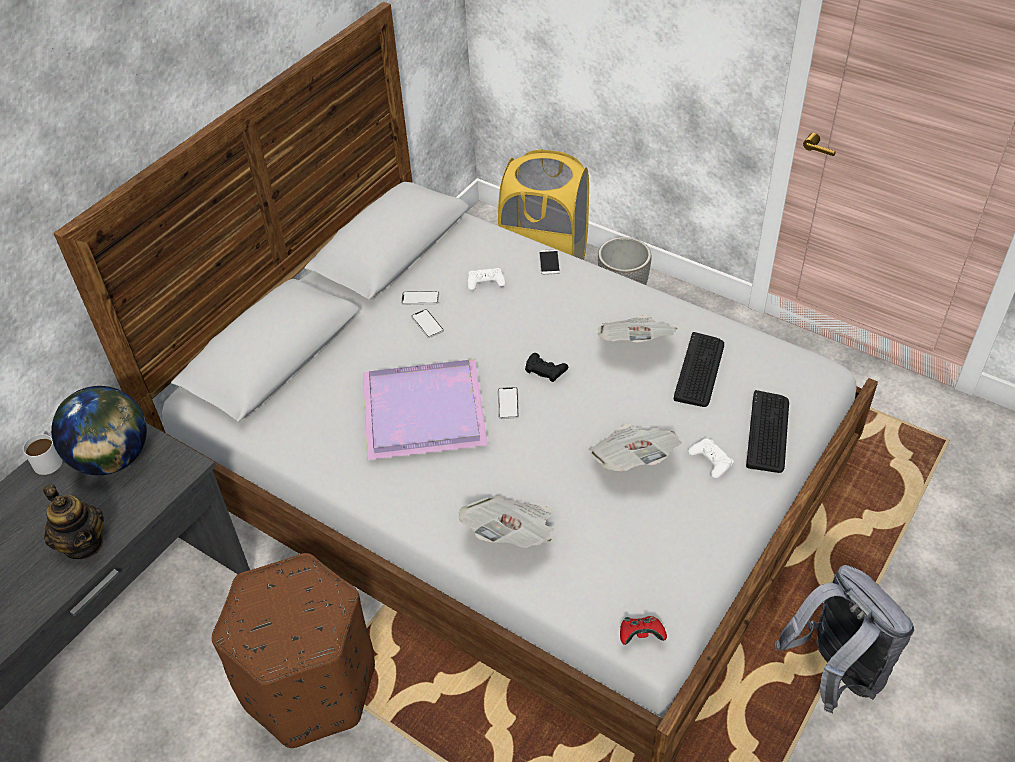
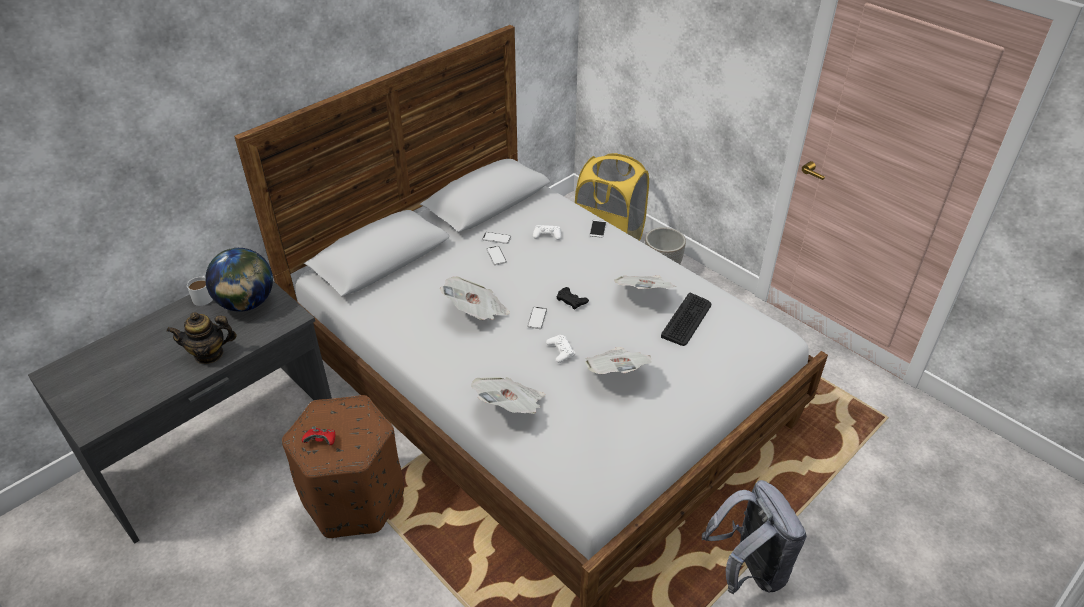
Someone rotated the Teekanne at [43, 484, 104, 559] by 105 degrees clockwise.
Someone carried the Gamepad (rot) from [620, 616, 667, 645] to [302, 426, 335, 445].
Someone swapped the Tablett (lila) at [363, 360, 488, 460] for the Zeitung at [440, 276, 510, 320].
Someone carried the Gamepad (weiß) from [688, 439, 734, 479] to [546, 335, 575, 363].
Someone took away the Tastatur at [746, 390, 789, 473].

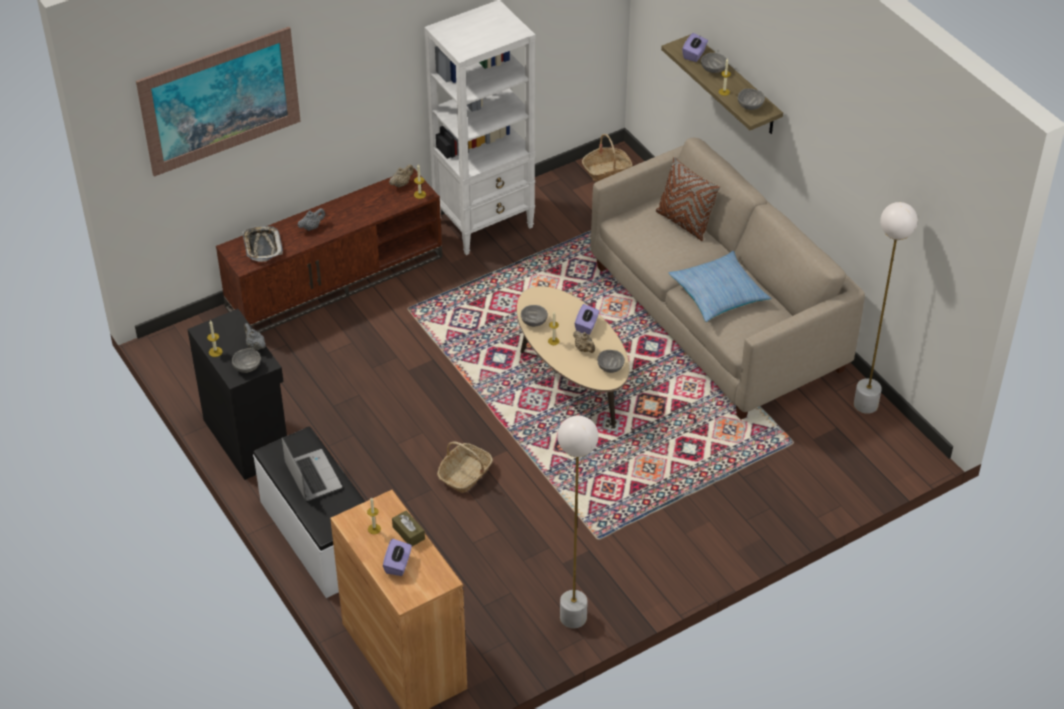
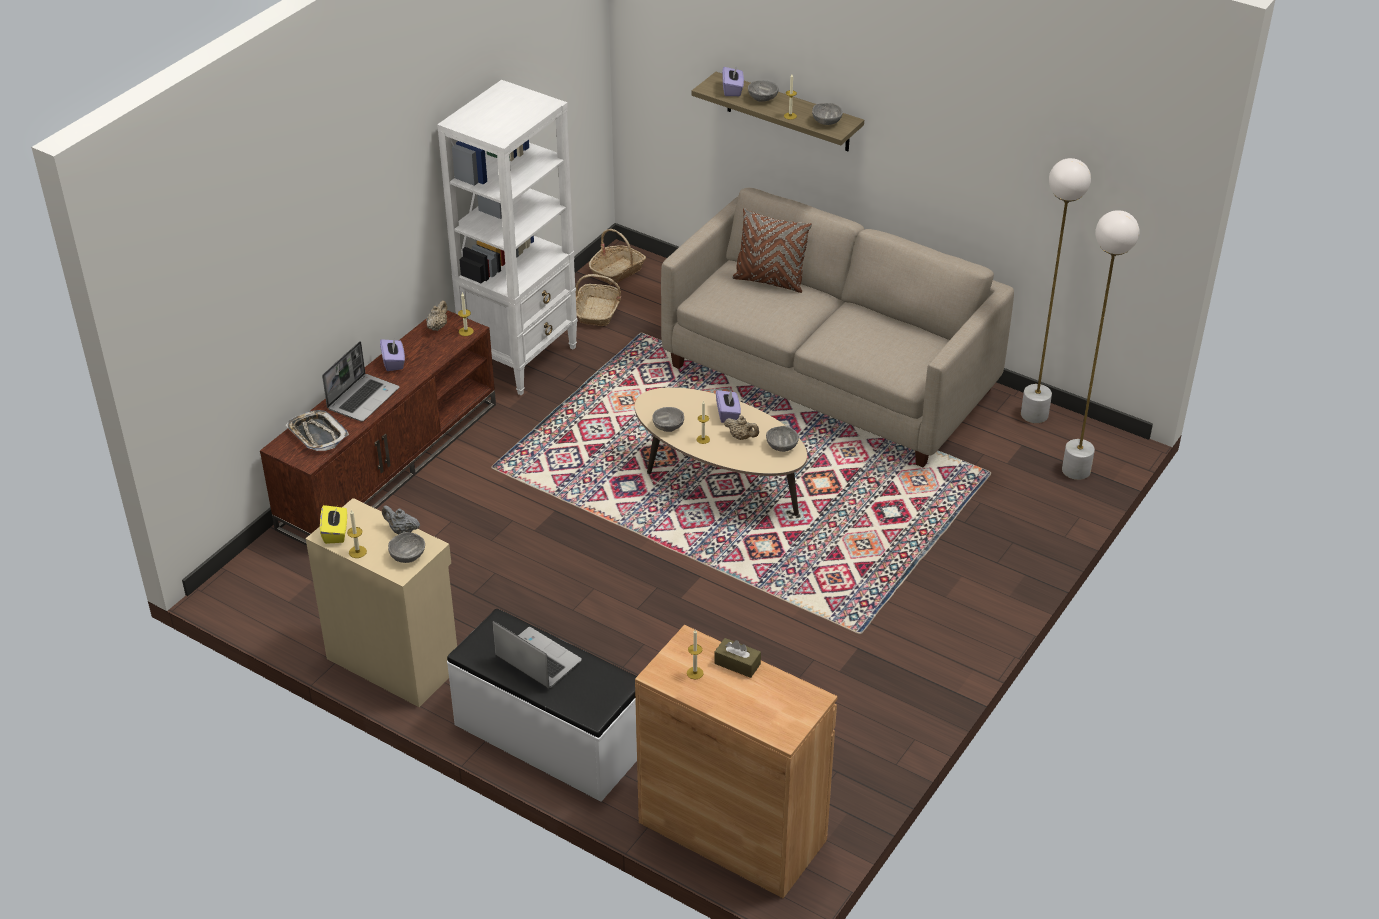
Someone repainted the Schrank (schwarz) at [187, 309, 287, 480], which became the Schrank (beige) at [306, 498, 457, 707].
Someone put down the Taschentuchbox (gelb) at [320, 505, 347, 544].
Someone swapped the Teekanne (grau) at [298, 208, 325, 231] for the Laptop at [322, 341, 400, 422].
Someone carried the Taschentuchbox (lila) from [383, 539, 412, 576] to [380, 337, 405, 371].
Someone carried the Korb from [437, 441, 493, 493] to [576, 274, 621, 326].
Someone carried the Stehlampe (weiß) from [557, 415, 599, 629] to [1062, 210, 1140, 480].
Someone took away the Bild at [136, 27, 301, 177].
Someone took away the Kissen at [669, 251, 771, 322].

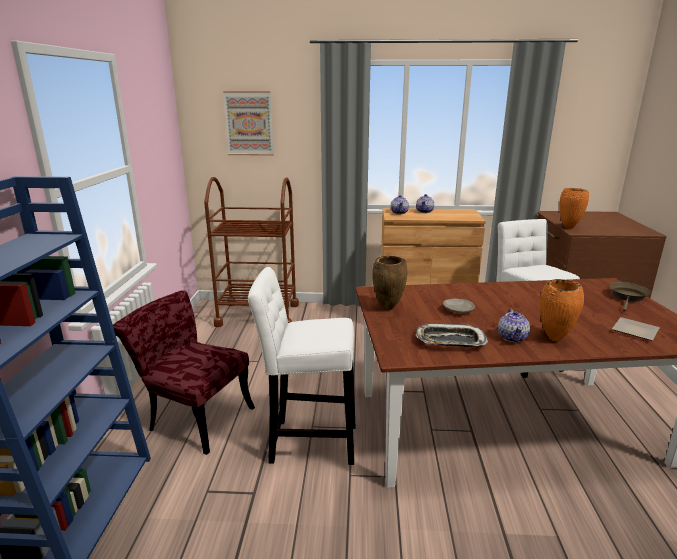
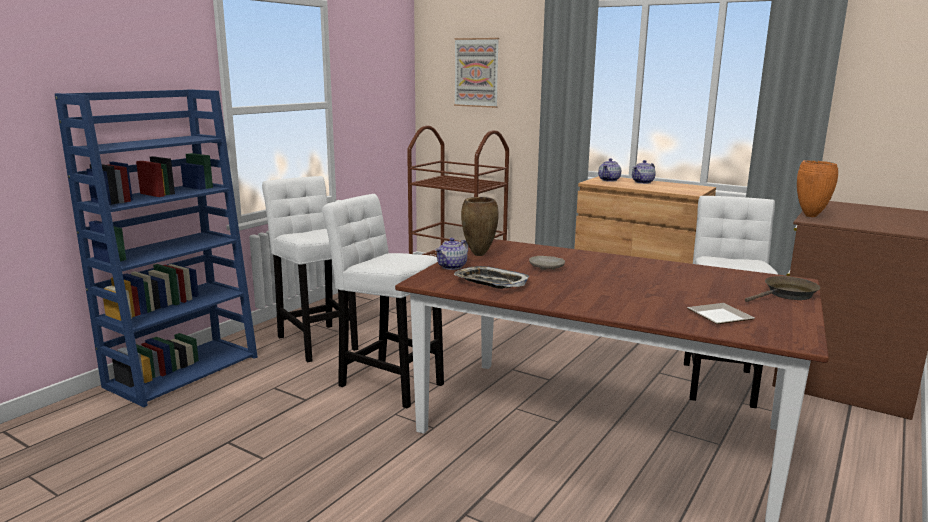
Someone swapped the Stuhl (rot) at [113, 290, 255, 455] for the Hocker (weiß) at [262, 176, 358, 362].
Someone carried the Teekanne from [498, 309, 530, 343] to [435, 238, 468, 270].
Someone took away the Vase (orange) at [540, 279, 584, 341].

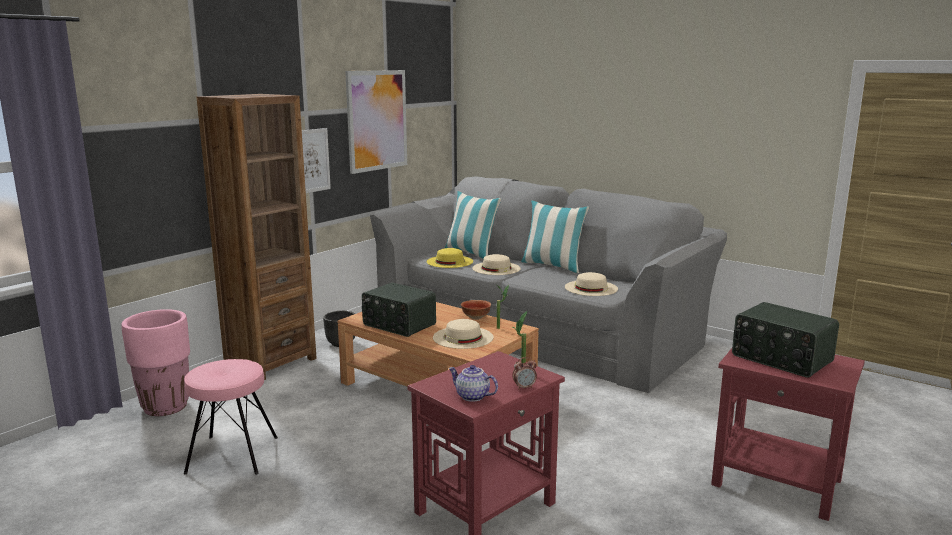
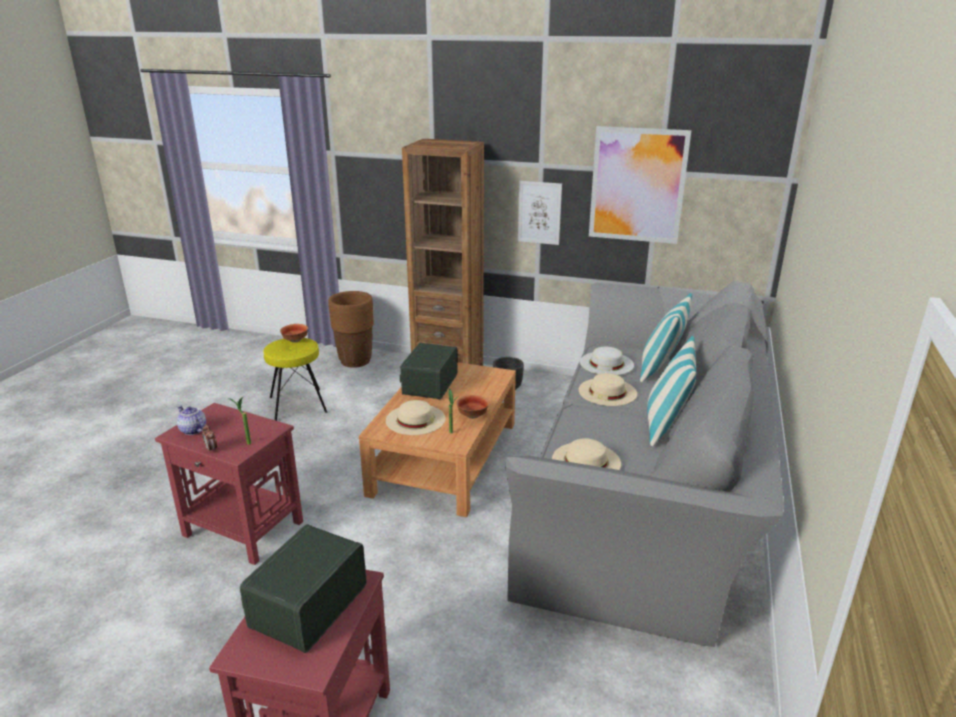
Someone rotated the Teekanne at [448, 365, 498, 402] by 60 degrees counterclockwise.
Someone repainted the Hocker (rosa) at [184, 359, 278, 475], which became the Hocker (gelb) at [263, 338, 327, 421].
Someone put down the Schüssel at [280, 324, 308, 343].
Someone repainted the Pflanzkübel (rosa) at [121, 309, 190, 416], which became the Pflanzkübel (braun) at [328, 291, 374, 368].
Someone repainted the Hut (gelb) at [427, 248, 473, 268], which became the Hut (weiß) at [580, 347, 634, 375].

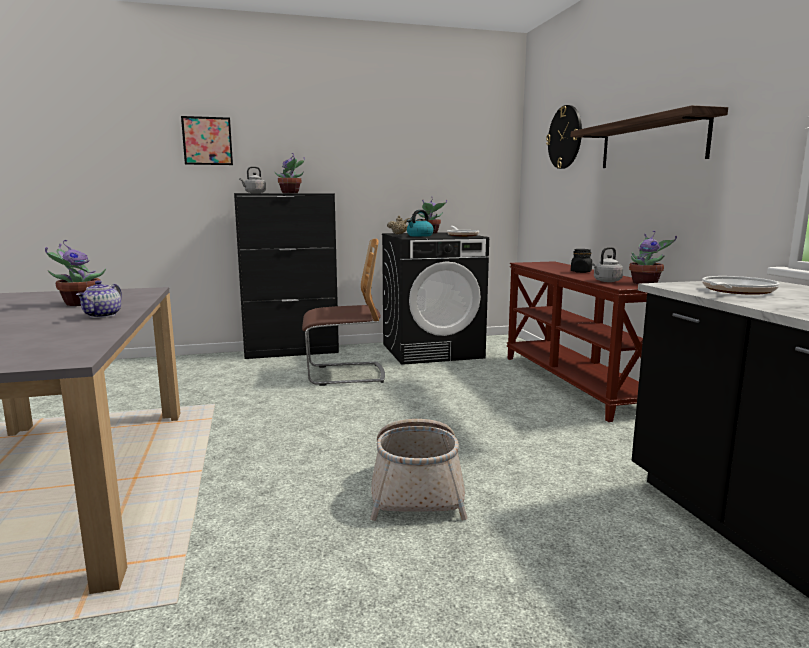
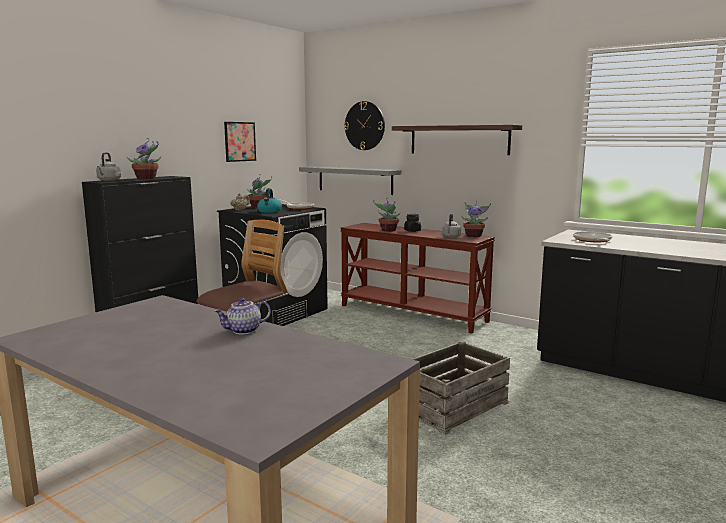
Someone rotated the Teekanne at [76, 280, 122, 318] by 90 degrees clockwise.
Someone carried the Bild from [181, 116, 233, 165] to [224, 122, 256, 162].
Someone put up the Wandregal (grau) at [299, 166, 401, 195].
Someone carried the Topfpflanze from [45, 240, 106, 306] to [373, 198, 400, 232].
Someone swapped the Korb at [370, 419, 468, 521] for the Kiste at [412, 341, 510, 434].

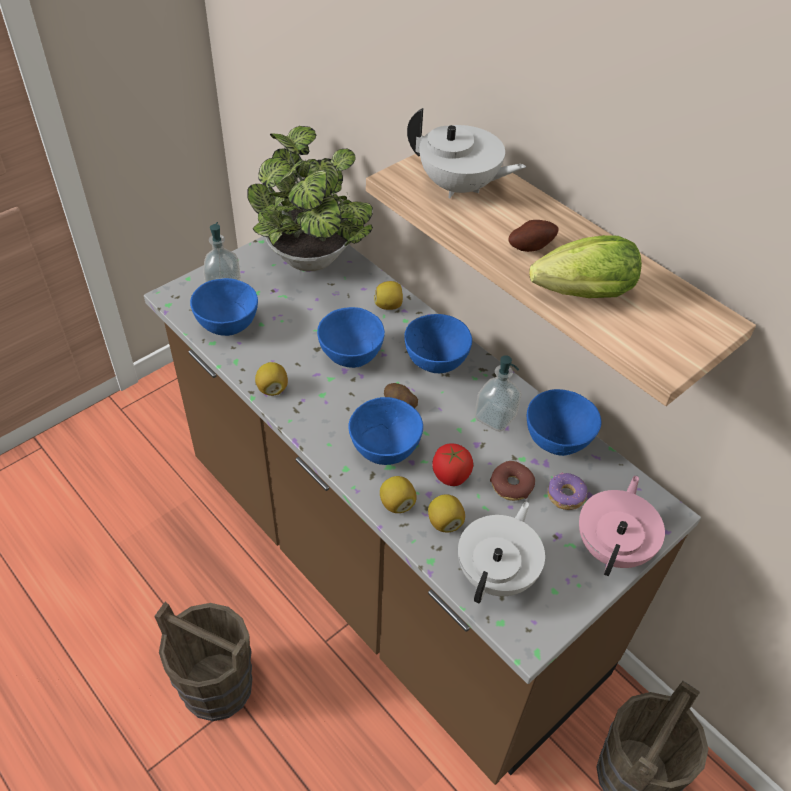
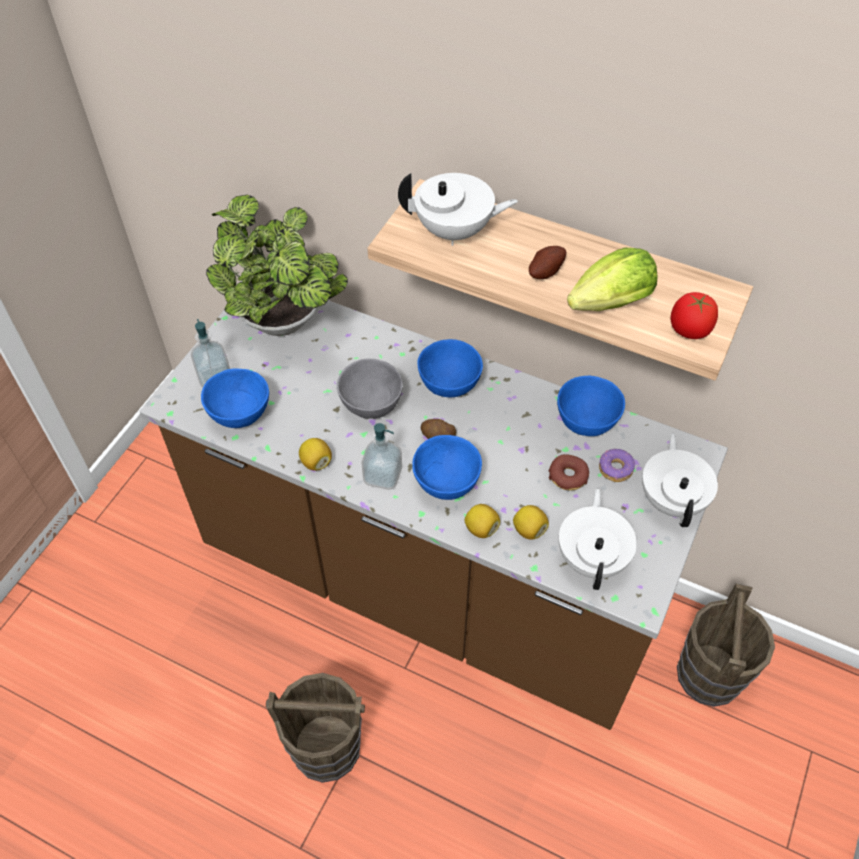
Someone repainted the Schüssel (blau) at [317, 307, 385, 368], which became the Schüssel (grau) at [337, 359, 403, 419].
Someone carried the Seifenspender from [475, 355, 522, 432] to [362, 423, 402, 490].
Someone repainted the Teekanne (rosa) at [579, 475, 665, 576], which became the Teekanne (weiß) at [642, 433, 718, 527].
Someone carried the Tomate from [432, 443, 473, 486] to [670, 292, 718, 339].
Someone took away the Zitrone at [374, 281, 403, 310].

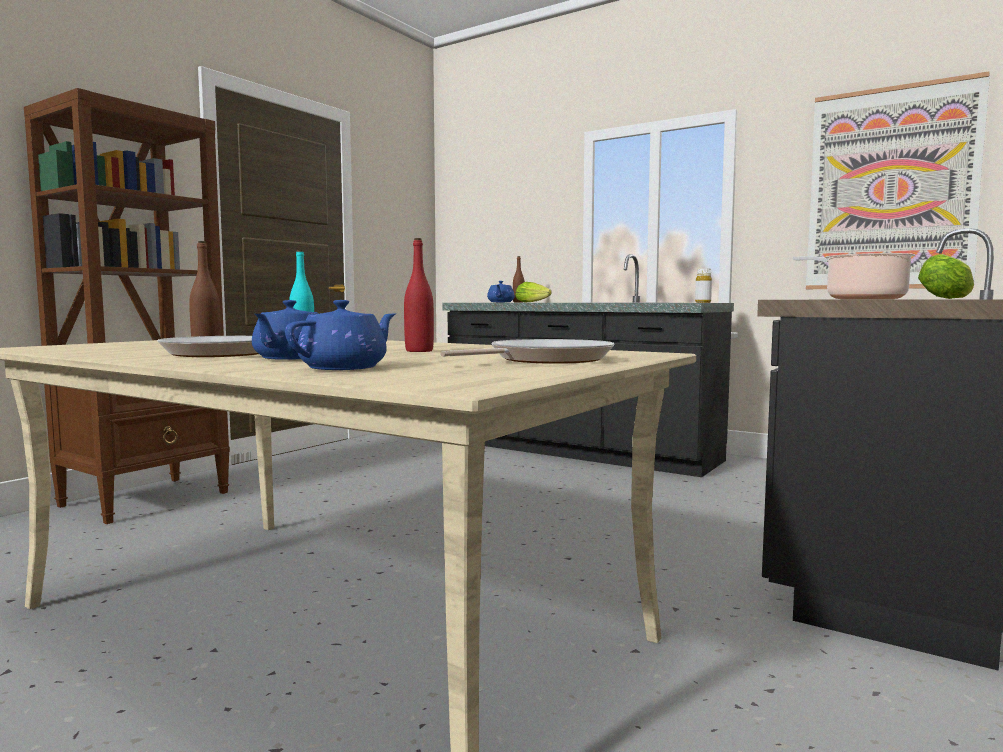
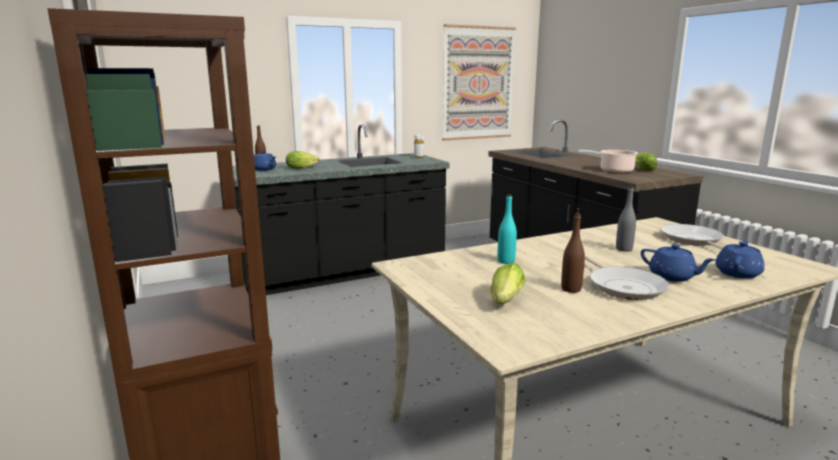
Someone put down the Salatkopf at [490, 263, 525, 304].
Someone repainted the Flasche (rot) at [404, 238, 434, 352], which became the Flasche (grau) at [616, 186, 636, 252].
Someone rotated the Teekanne (blau) at [285, 300, 395, 370] by 60 degrees clockwise.

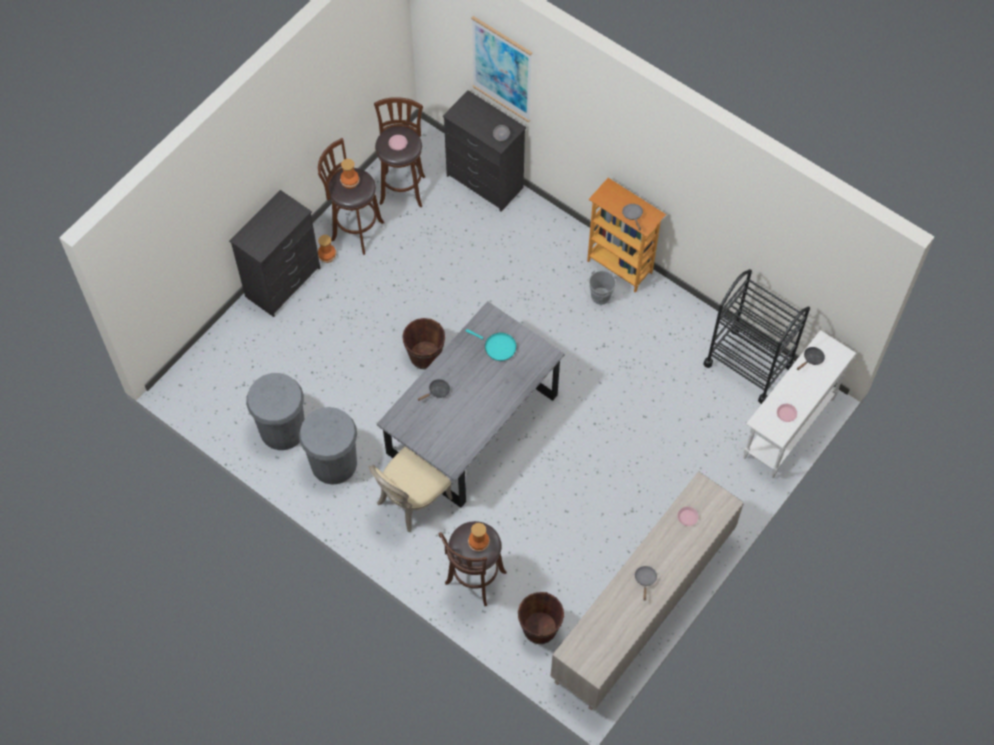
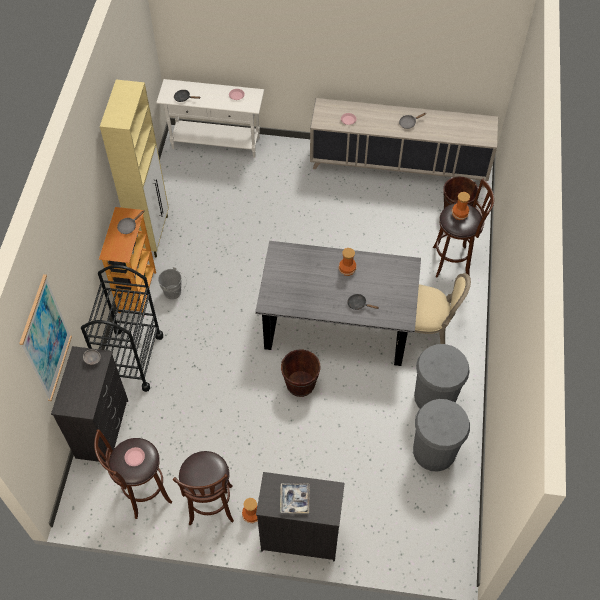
Someone carried the Rollwagen (schwarz) from [703, 269, 810, 404] to [81, 265, 163, 392].
Someone put down the Schrank (beige) at [100, 80, 169, 257].
Someone put down the Tablett at [280, 483, 310, 513].
Someone carried the Vase from [340, 159, 360, 189] to [339, 248, 357, 276].
Someone took away the Pfanne (türkis) at [466, 329, 517, 361].

